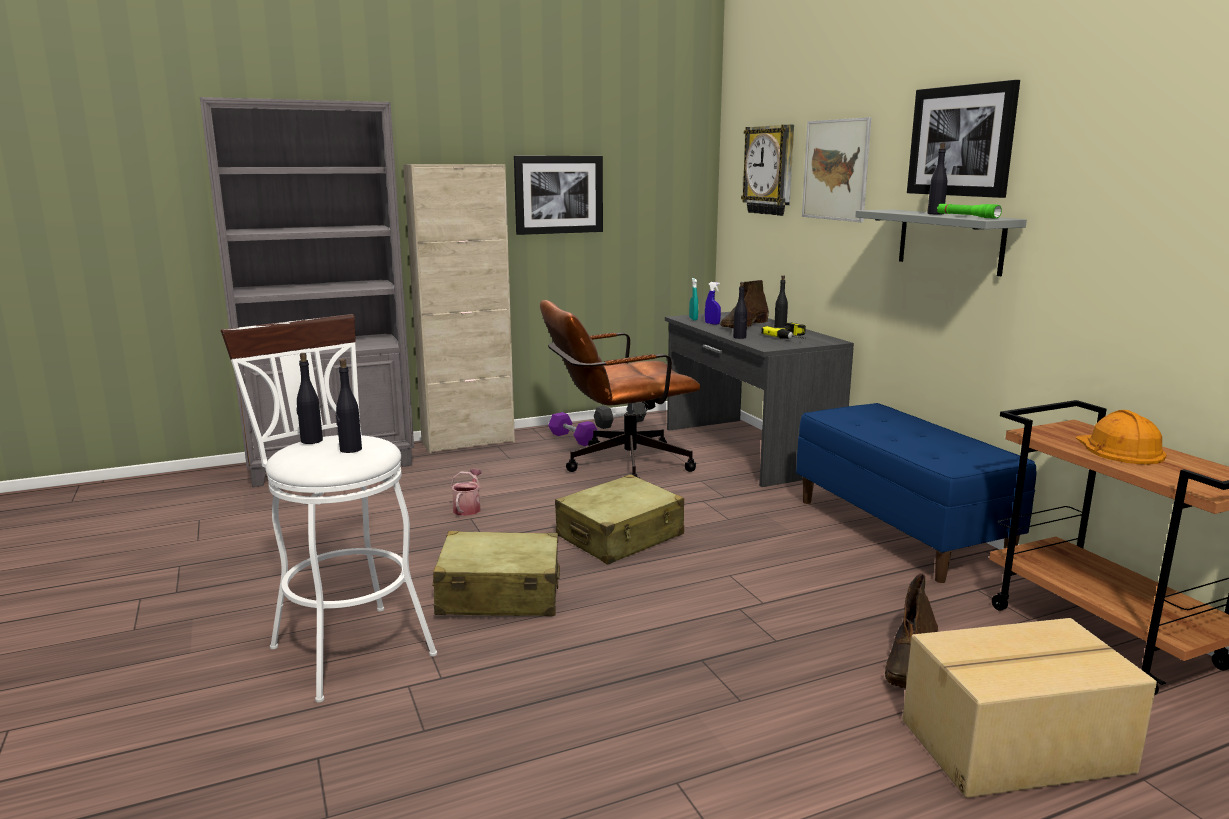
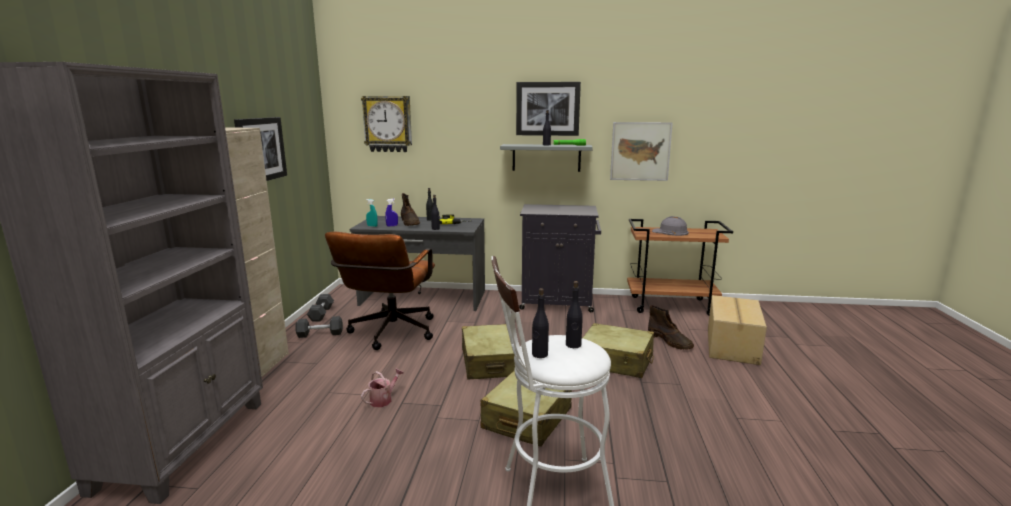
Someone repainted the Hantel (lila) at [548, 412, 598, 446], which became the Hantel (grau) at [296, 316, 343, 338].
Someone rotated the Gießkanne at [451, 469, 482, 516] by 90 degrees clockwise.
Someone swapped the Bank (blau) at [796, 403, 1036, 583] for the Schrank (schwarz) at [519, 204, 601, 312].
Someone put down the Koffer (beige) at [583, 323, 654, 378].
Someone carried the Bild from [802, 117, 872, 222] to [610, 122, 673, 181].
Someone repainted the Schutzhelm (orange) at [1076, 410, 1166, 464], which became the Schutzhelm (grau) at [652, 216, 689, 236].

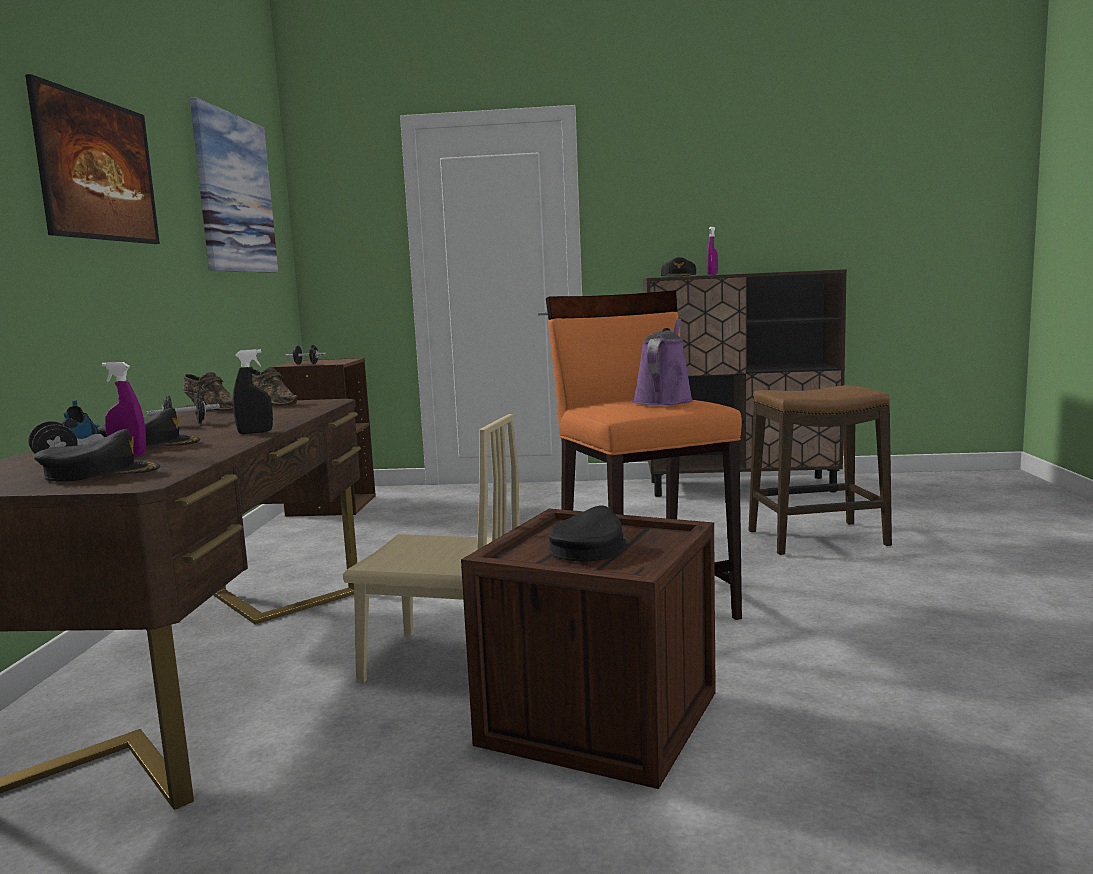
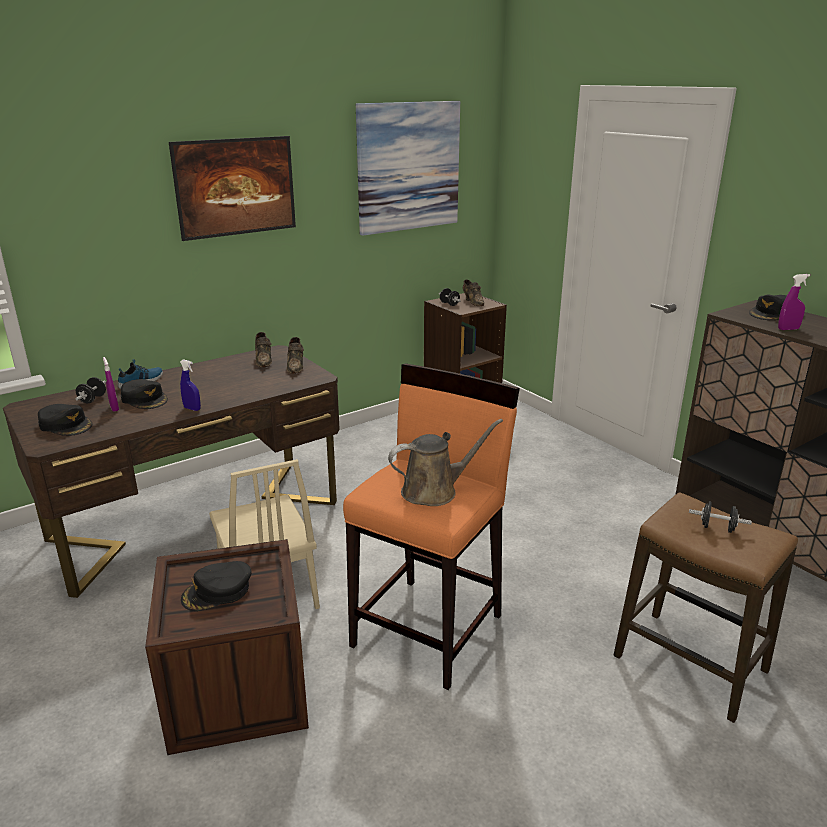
Someone repainted the Sprühflasche (schwarz) at [233, 349, 273, 434], which became the Sprühflasche (blau) at [180, 359, 201, 411].
Someone rotated the Kappe (schwarz) at [549, 505, 633, 561] by 150 degrees clockwise.
Someone repainted the Gießkanne (lila) at [632, 319, 694, 405], which became the Gießkanne (braun) at [388, 419, 503, 506].
Someone put down the Schuh (braun) at [463, 279, 484, 306].
Someone carried the Hantel (schwarz) from [147, 393, 220, 424] to [689, 502, 752, 533].

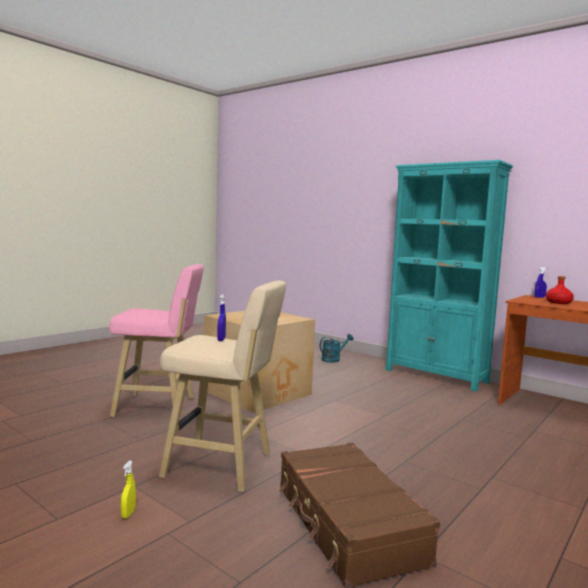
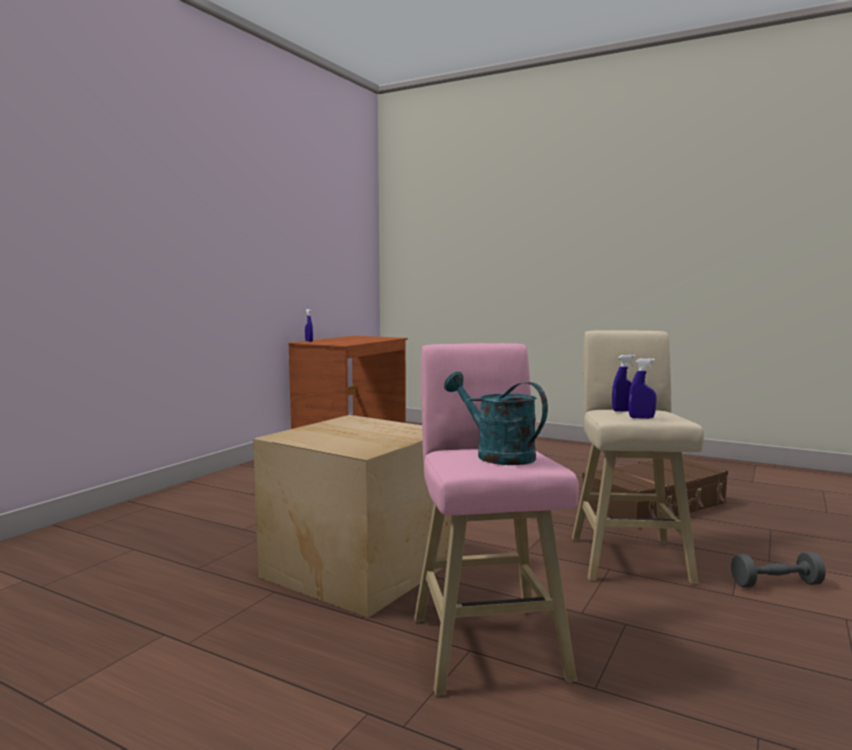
Someone carried the Gießkanne (türkis) from [320, 334, 353, 363] to [444, 372, 548, 465].
Someone put down the Sprühflasche (blau) at [628, 358, 657, 419].
Someone swapped the Sprühflasche (gelb) at [121, 460, 136, 519] for the Hantel (grau) at [731, 552, 826, 588].
Someone took away the Bücherregal (türkis) at [386, 160, 513, 391].
Someone took away the Flasche (rot) at [546, 276, 574, 304].

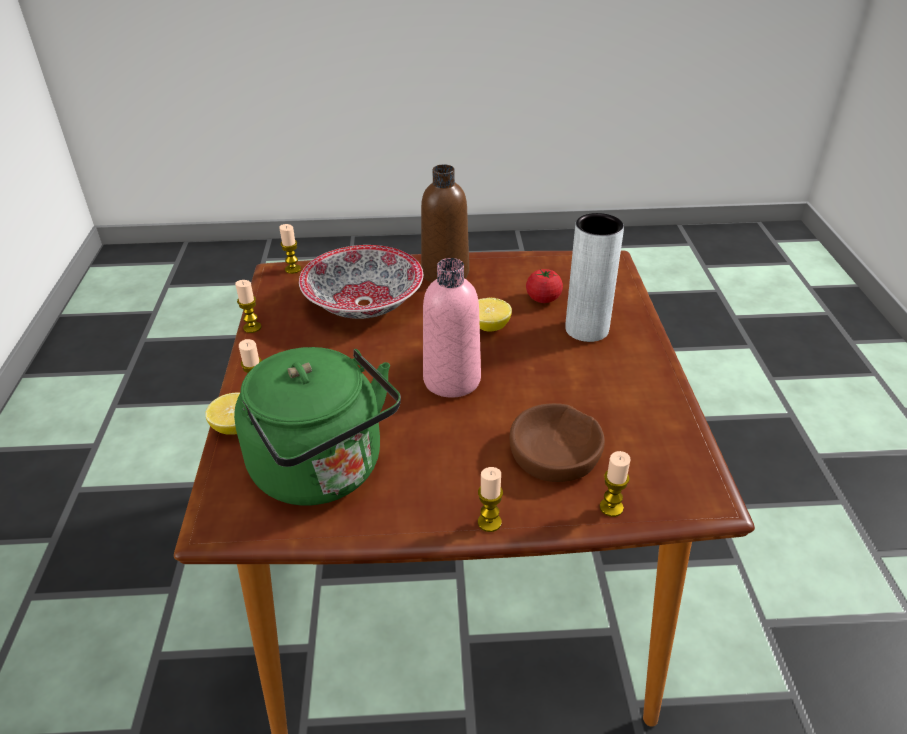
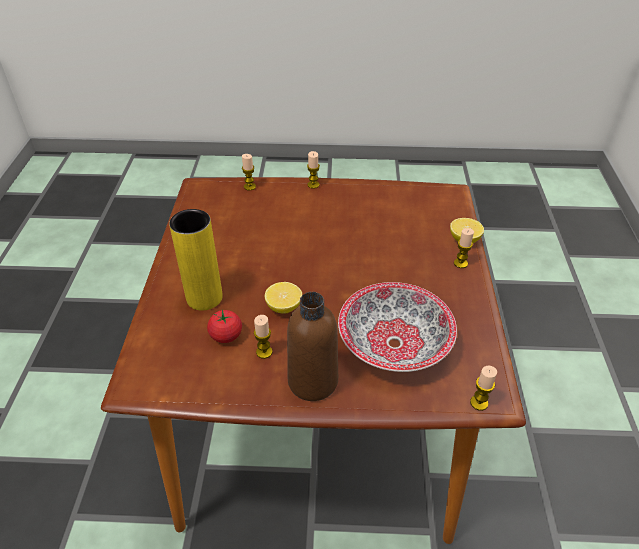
Someone repainted the Vase (grau) at [565, 213, 624, 342], which became the Vase (gelb) at [169, 209, 223, 311].
Someone carried the Kerze from [235, 280, 262, 333] to [254, 315, 273, 359].
Someone took away the Wasserkessel (grün) at [234, 347, 401, 506].
Someone took away the Flasche (rosa) at [423, 258, 481, 398].
Someone took away the Schüssel (braun) at [510, 403, 605, 482].

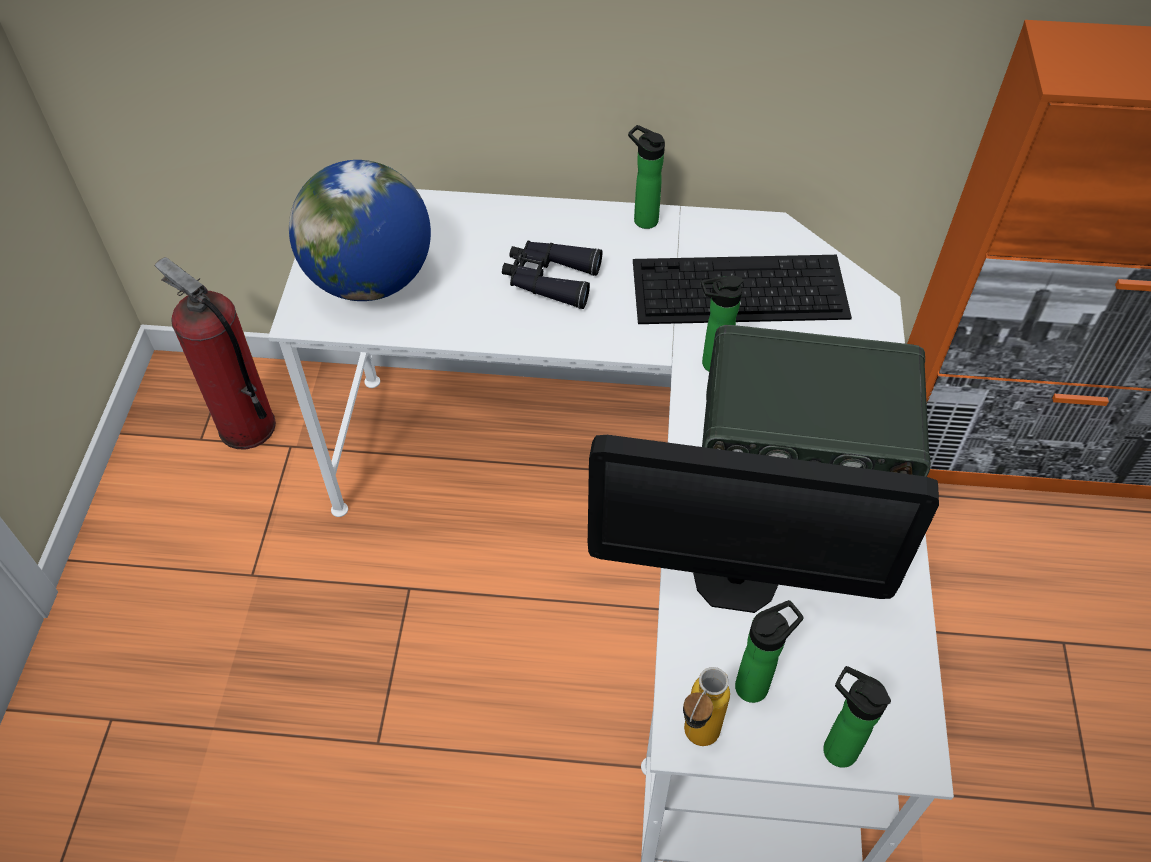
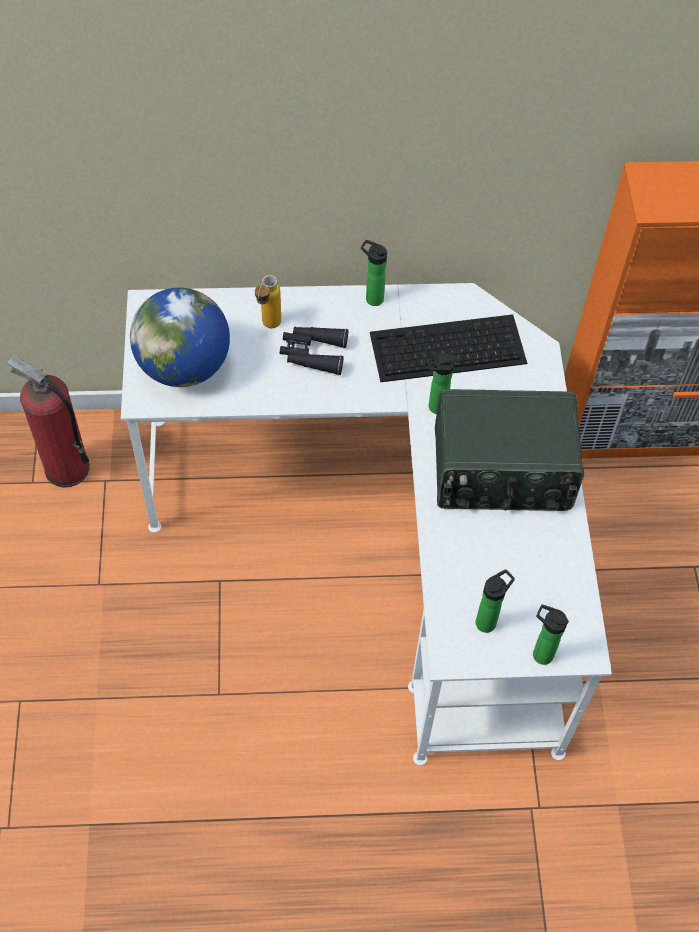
Someone carried the Flasche from [683, 667, 730, 746] to [255, 275, 281, 328].
Someone took away the Monitor at [588, 435, 939, 613].

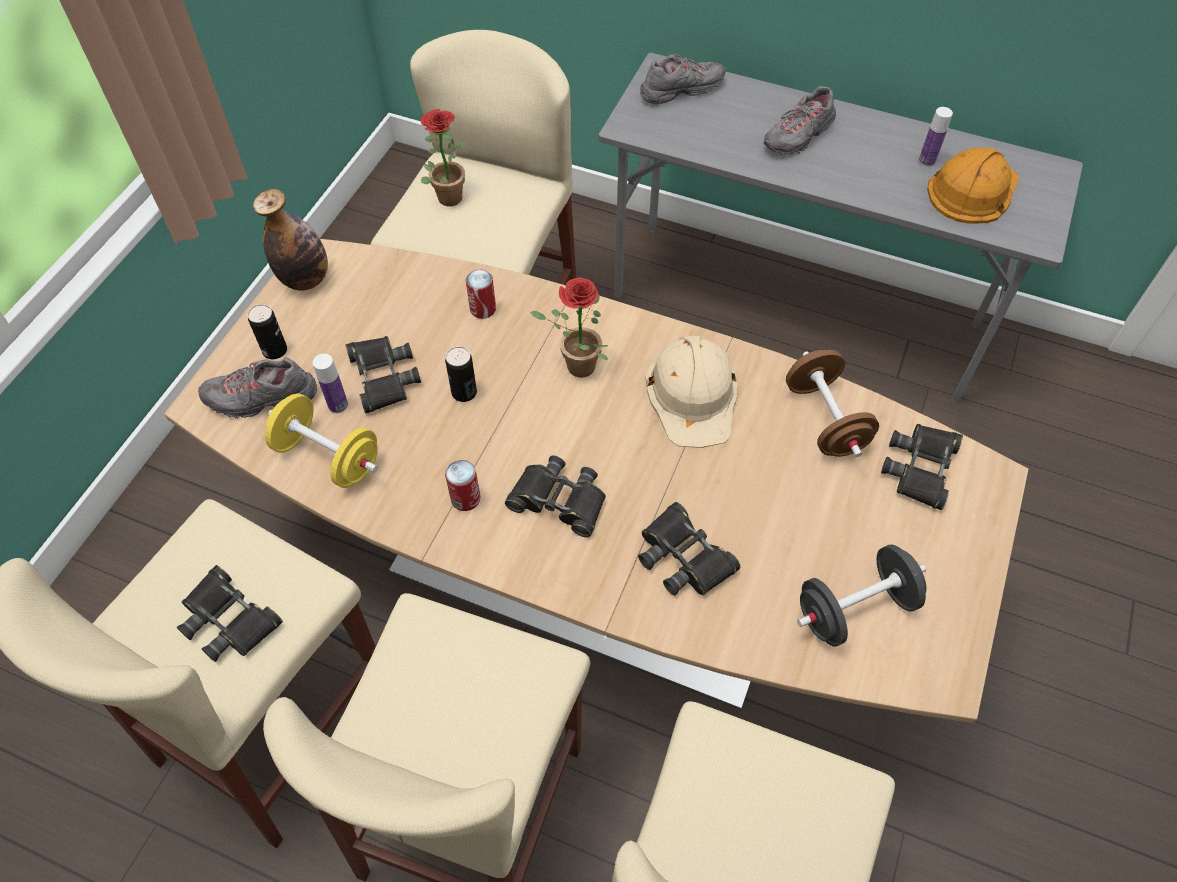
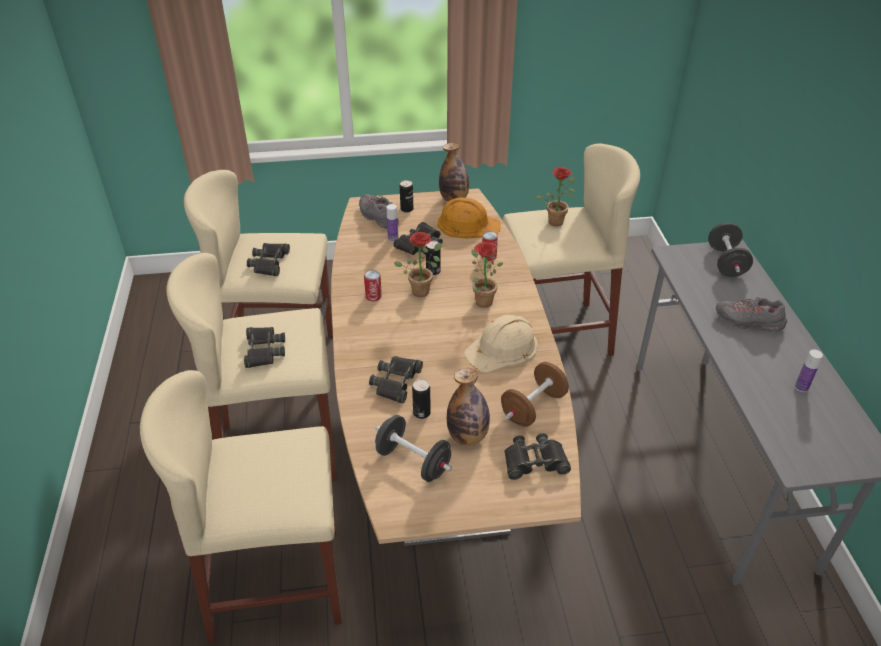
Someone carried the Fernglas (schwarz) from [505, 456, 606, 537] to [244, 327, 285, 368].
Someone put down the Topfpflanze at [394, 232, 442, 297].
Someone put down the Dose at [412, 379, 431, 419].
Someone carried the Schutzhelm (orange) from [927, 148, 1019, 224] to [438, 197, 501, 238].
Someone put down the Flasche at [447, 368, 490, 446].
Someone swapped the Schuh (grau) at [640, 54, 726, 104] for the Hantel (schwarz) at [708, 222, 753, 277].
Someone took away the Hantel (gelb) at [265, 394, 378, 488].

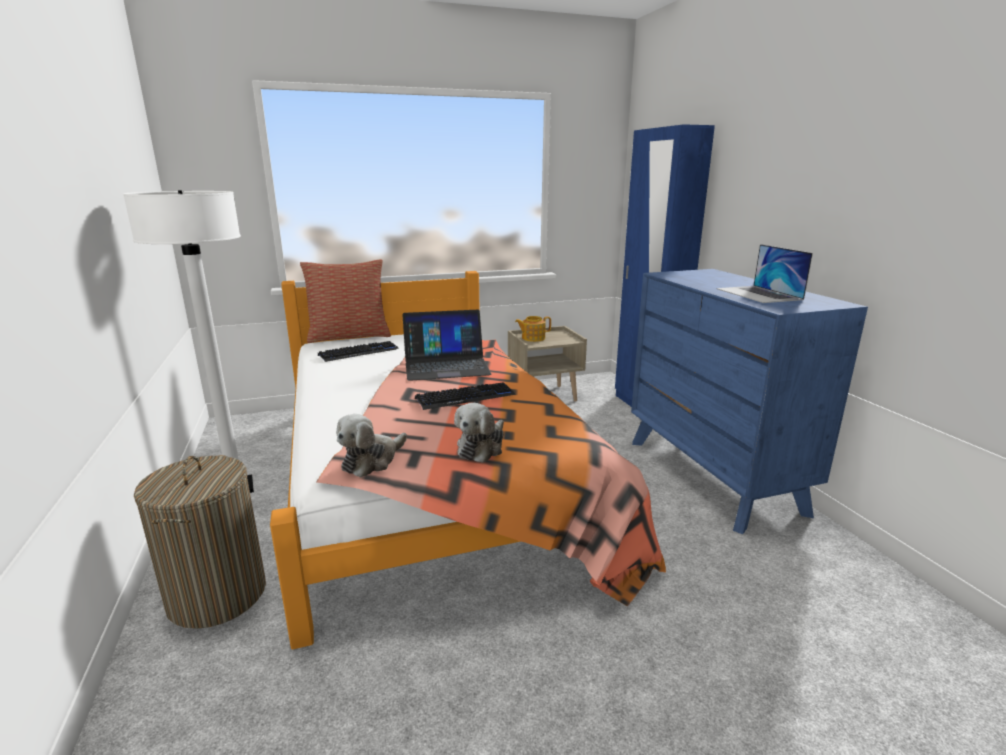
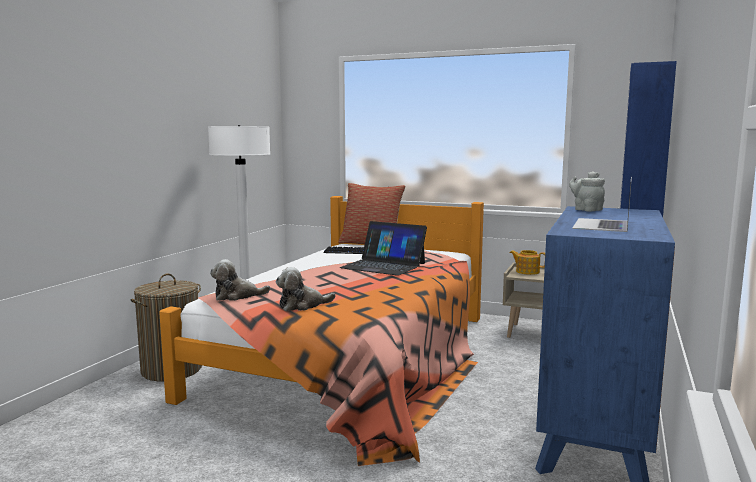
Someone put down the Teekanne (grau) at [569, 171, 605, 211].
Someone took away the Tastatur at [415, 382, 515, 410].

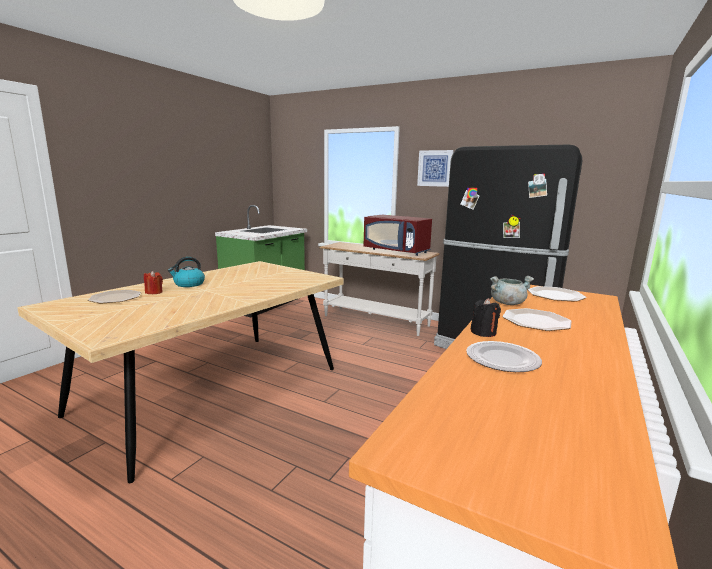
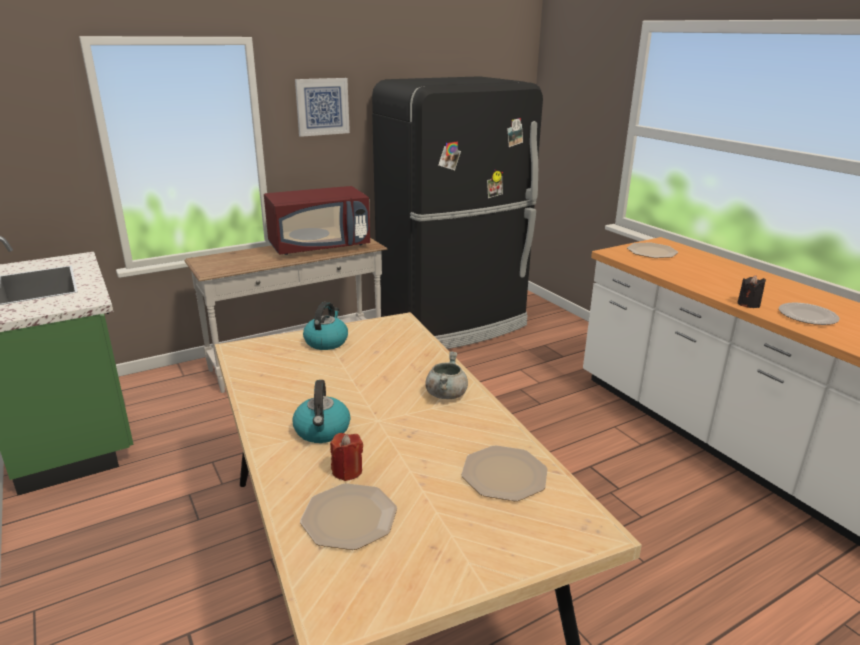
Someone put down the Wasserkessel at [303, 302, 348, 350].
Someone carried the Kochtopf (grau) from [490, 276, 534, 305] to [425, 351, 468, 399].
Someone carried the Teller from [503, 308, 572, 331] to [461, 445, 547, 501].

